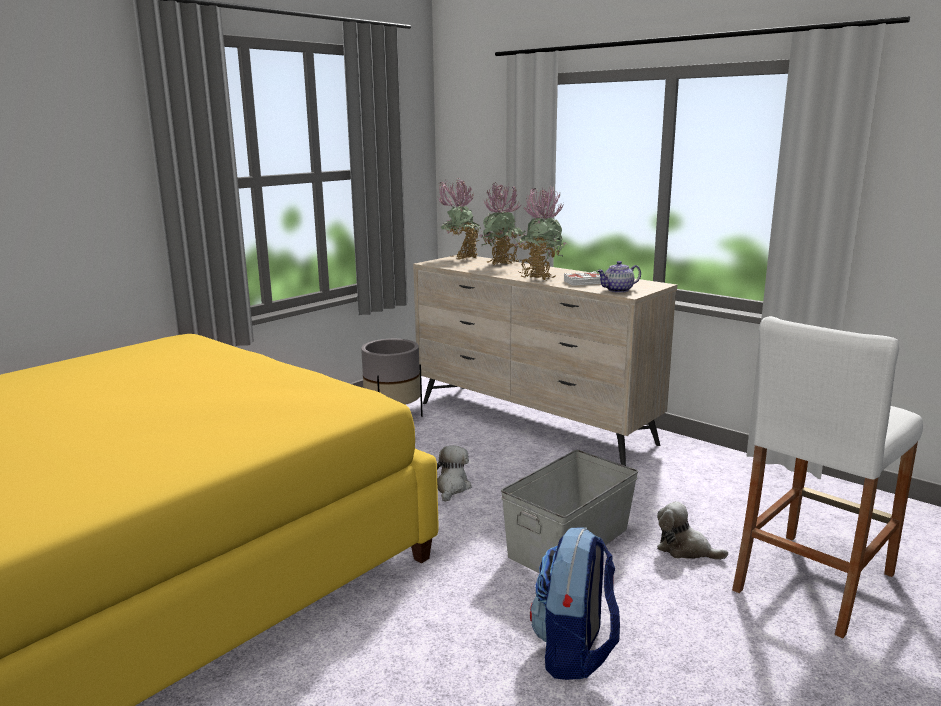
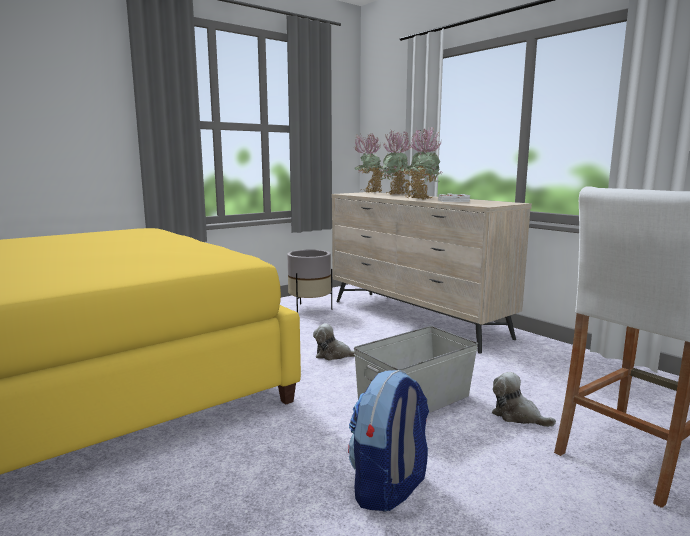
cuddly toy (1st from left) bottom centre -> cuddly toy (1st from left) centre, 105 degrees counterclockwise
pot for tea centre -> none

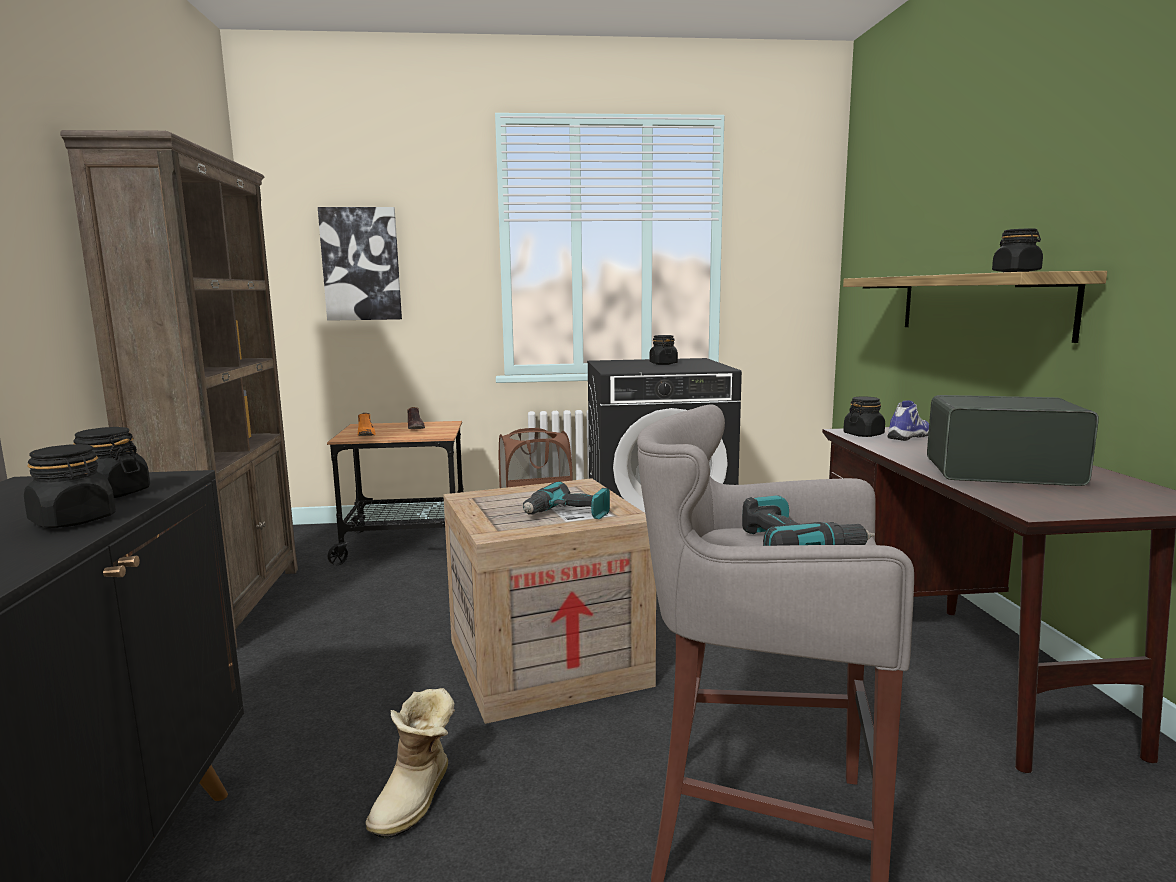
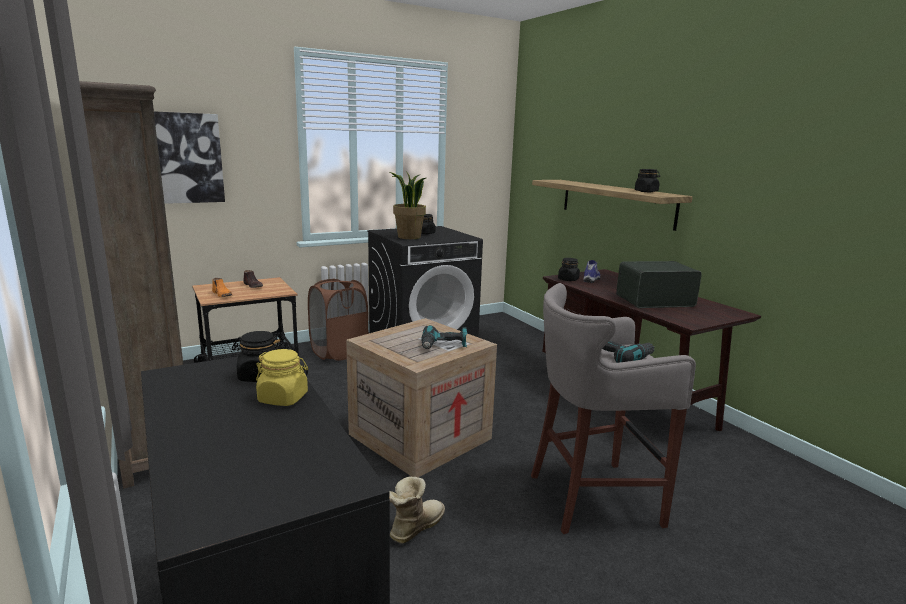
storage jar in black-coloured (1st from left) middle left -> storage jar in yellow-coloured middle left
high-top boot bottom centre, 135 degrees counterclockwise
none -> potted plant centre

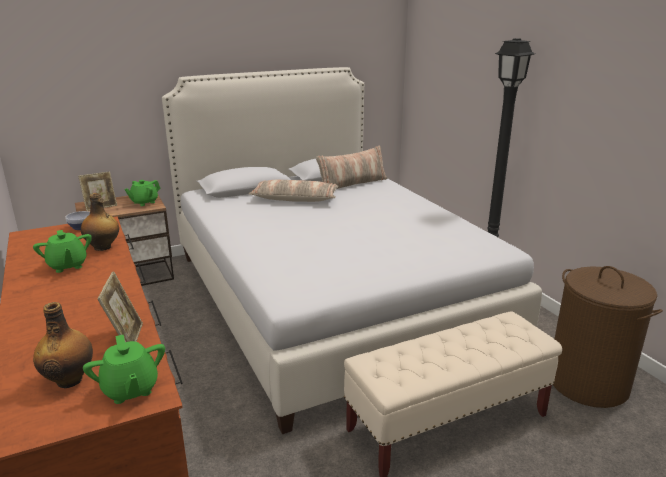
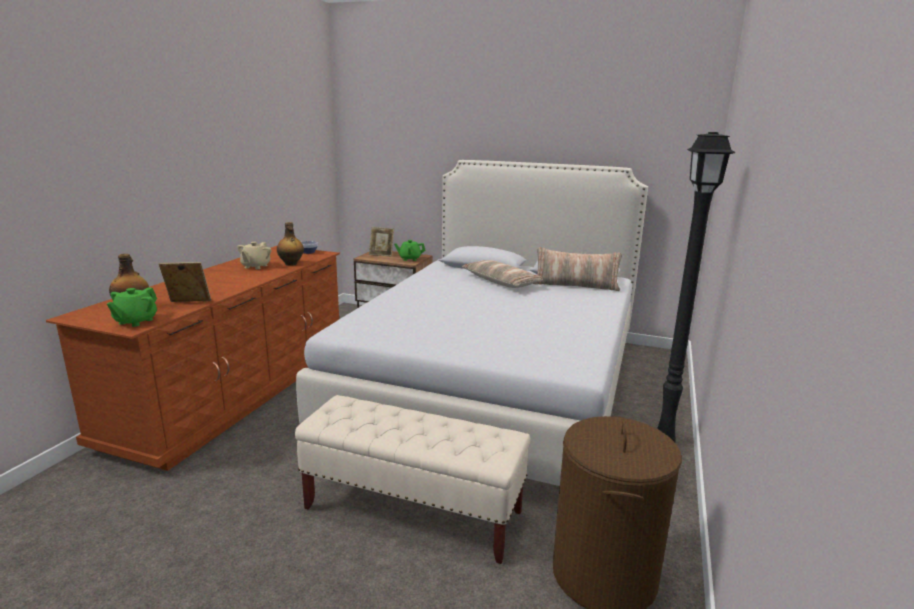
pot for tea in greenish (1st from left) middle left -> pot for tea in beige middle left
picture frame (2nd from left in the first image) middle left -> picture frame (1st from left) middle left, 135 degrees counterclockwise

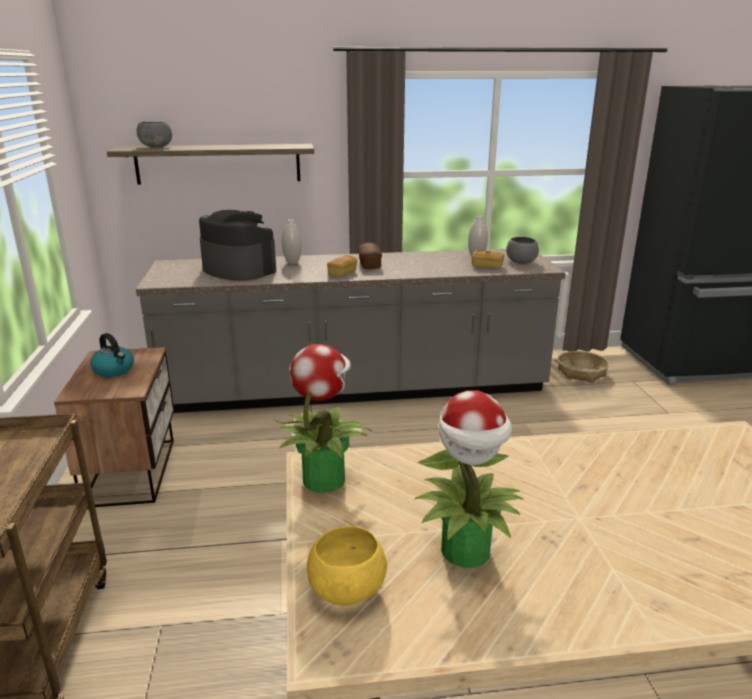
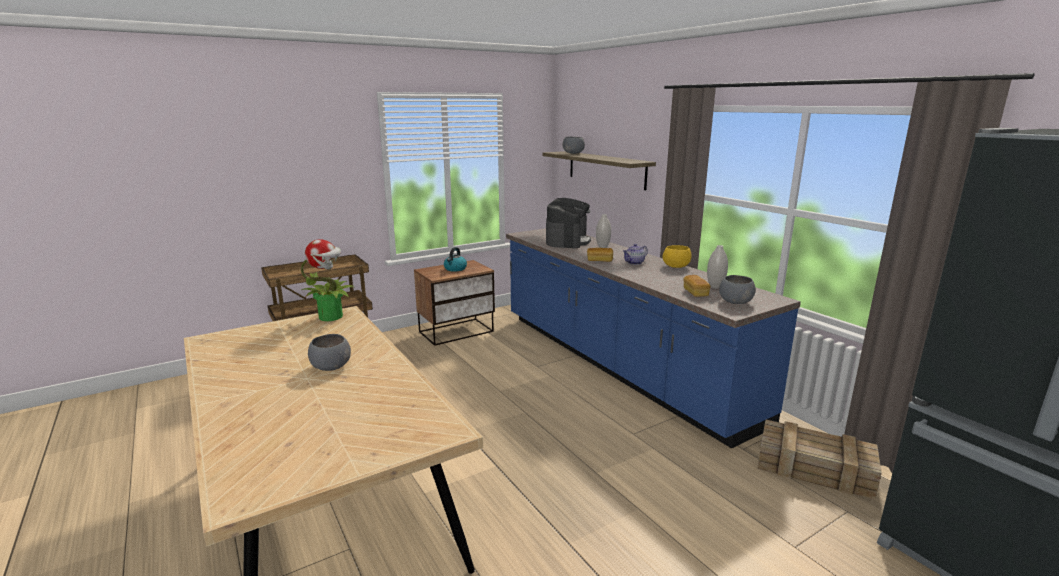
counter in gray centre -> counter in blue-coloured centre
bowl in yellow-coloured bottom centre -> bowl in yellow-coloured centre, moved
bakery bread (2nd from left) centre -> pot for tea centre
potted plant (2nd from left) bottom centre -> none
household basket middle right -> crate bottom right
none -> bowl in gray (1st from left) middle left

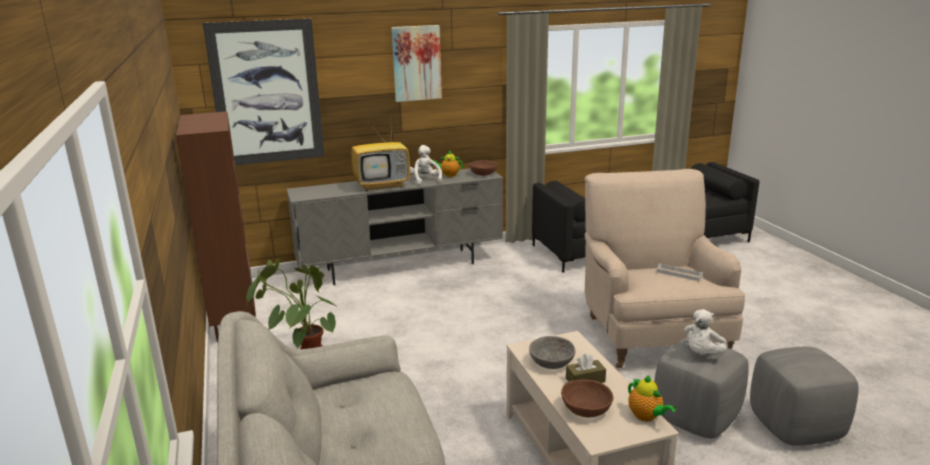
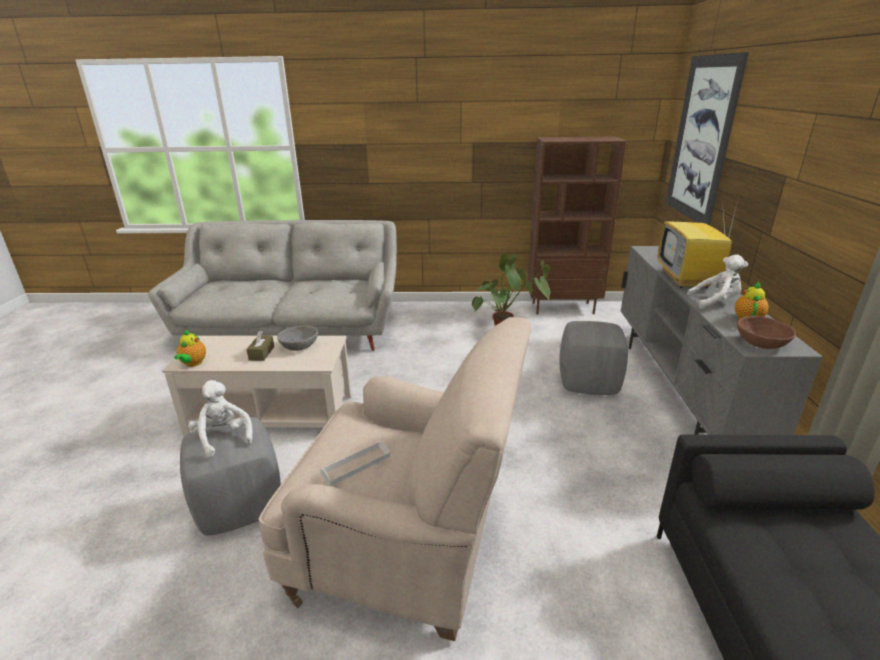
picture (2nd from left) top centre -> none
bowl in brown (2nd from left) bottom centre -> none
pot for tea (2nd from left in the first image) bottom right -> pot for tea (1st from left) middle left, 75 degrees counterclockwise
pouffe in gray (2nd from left) bottom right -> pouffe in gray (2nd from left) middle right, moved

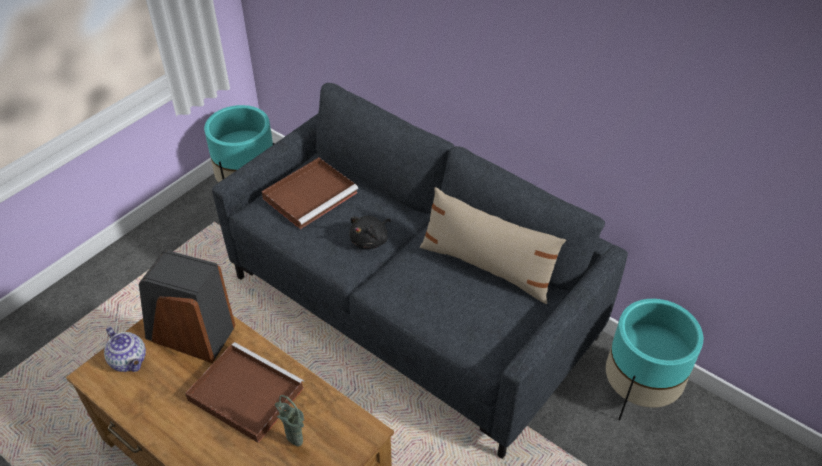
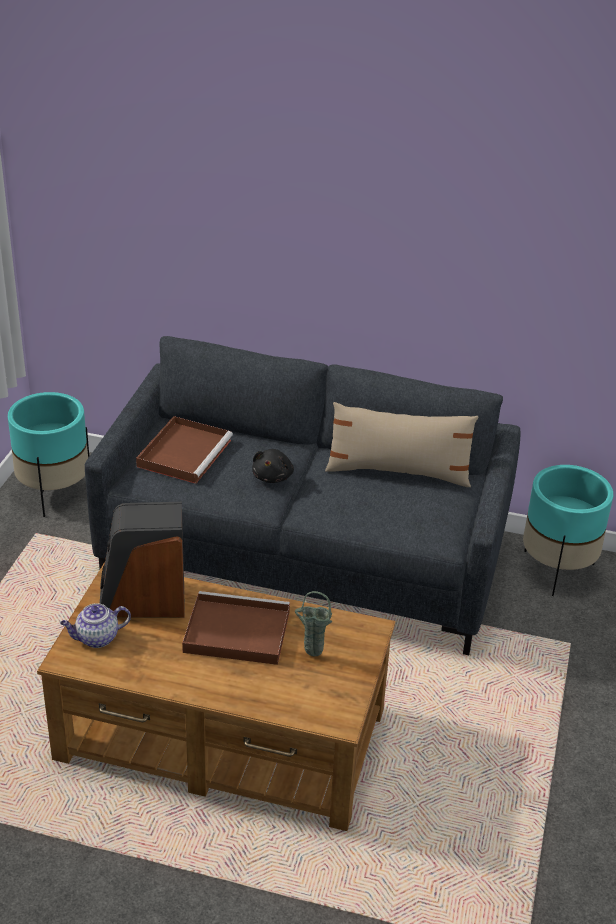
pot for tea bottom left, 135 degrees clockwise

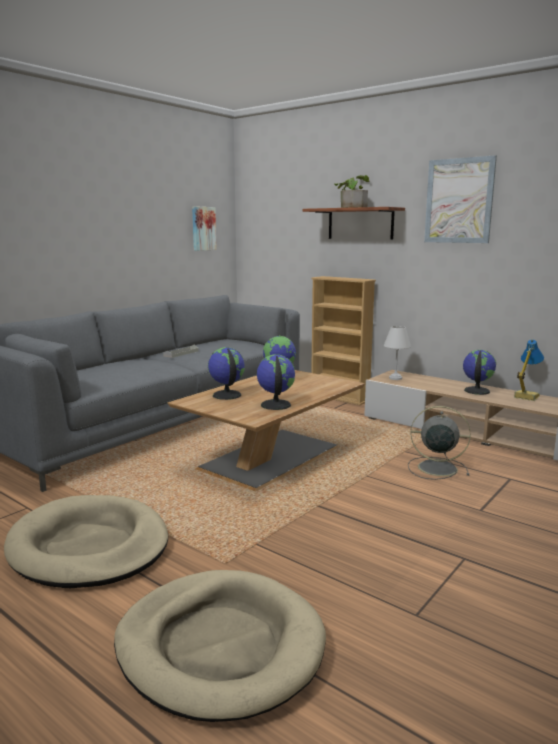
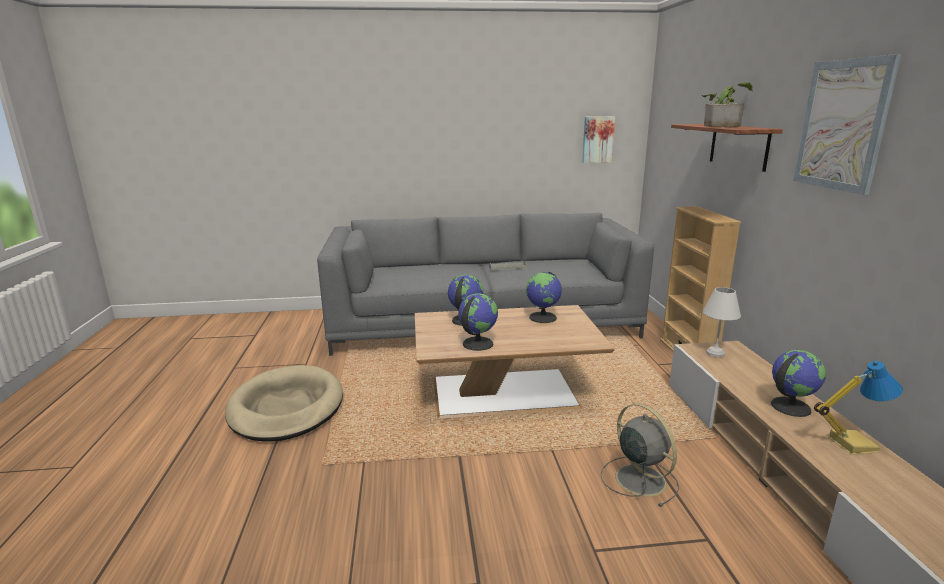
dog bed in beige (2nd from left) bottom centre -> none

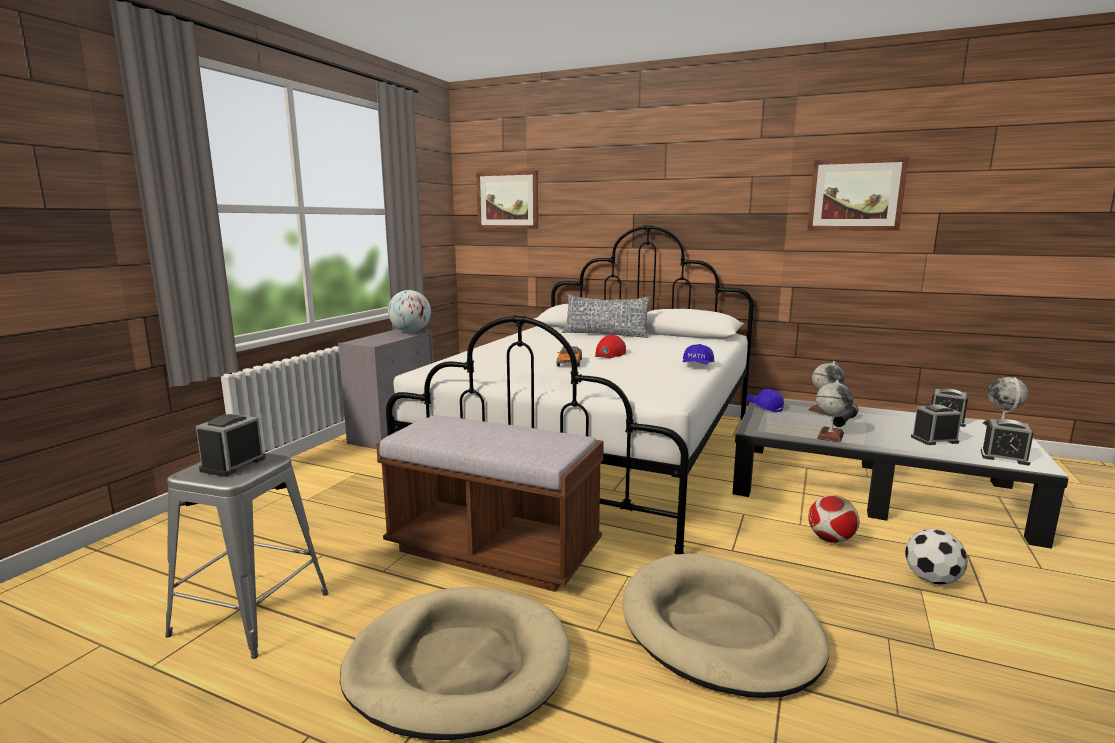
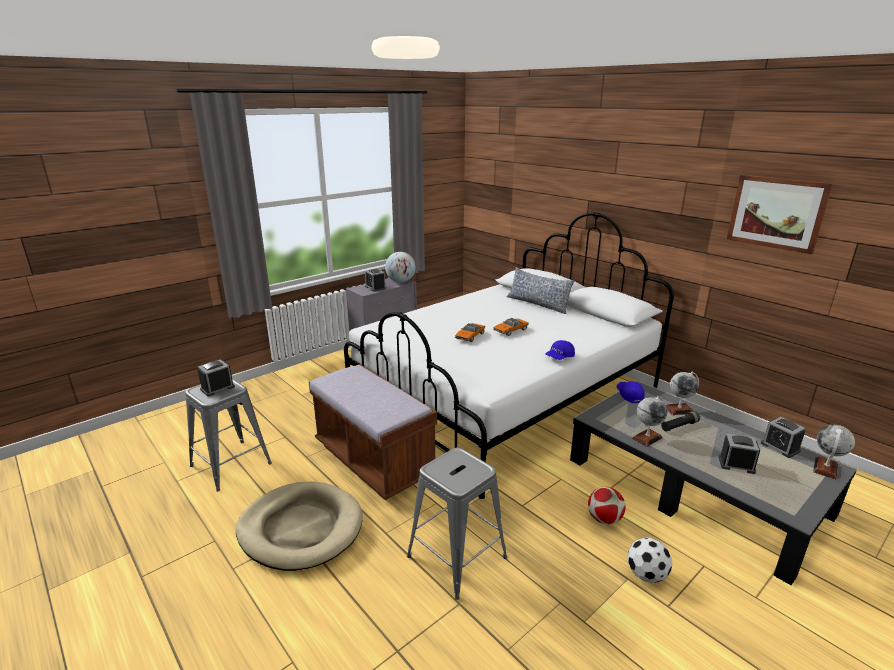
picture (1st from left) top centre -> none
peaked cap in red centre -> miniature car (2nd from left) centre
dog bed in beige (2nd from left) bottom centre -> stool in gray (2nd from left) bottom centre
alarm clock (4th from left in the first image) middle right -> alarm clock (2nd from left) centre, moved

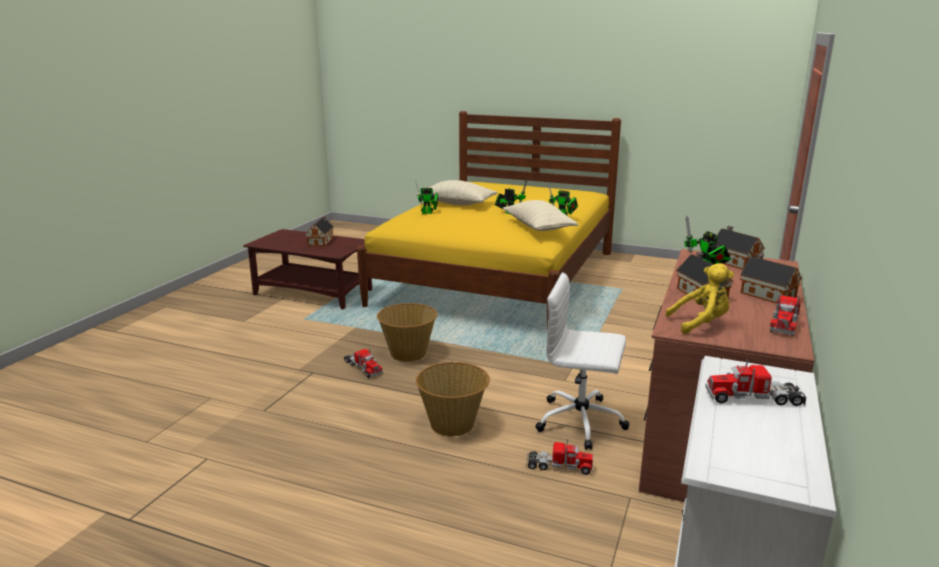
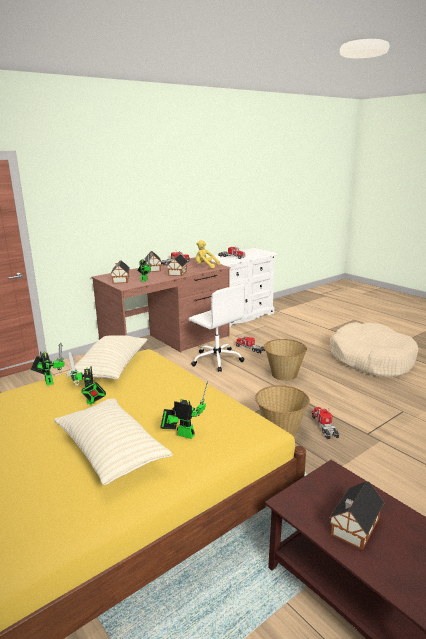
none -> dog bed in beige middle right

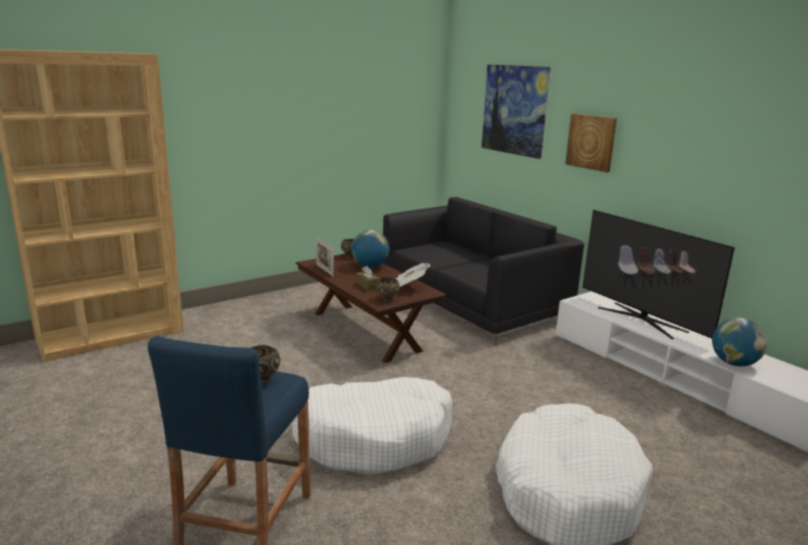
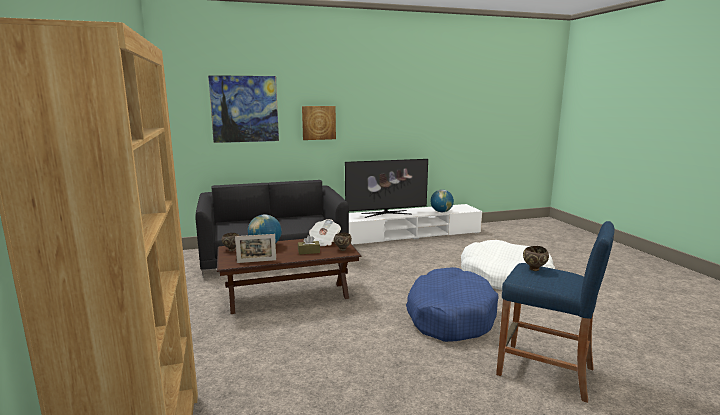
dog bed in whitish (1st from left) bottom centre -> dog bed in blue-coloured bottom centre

